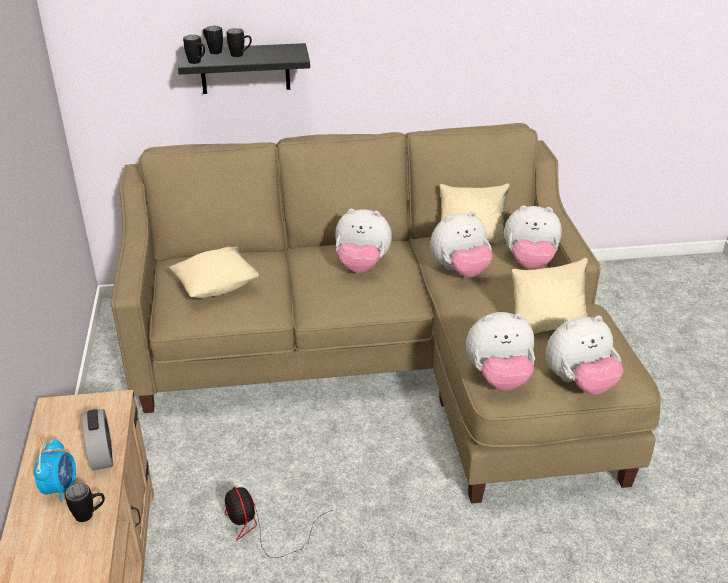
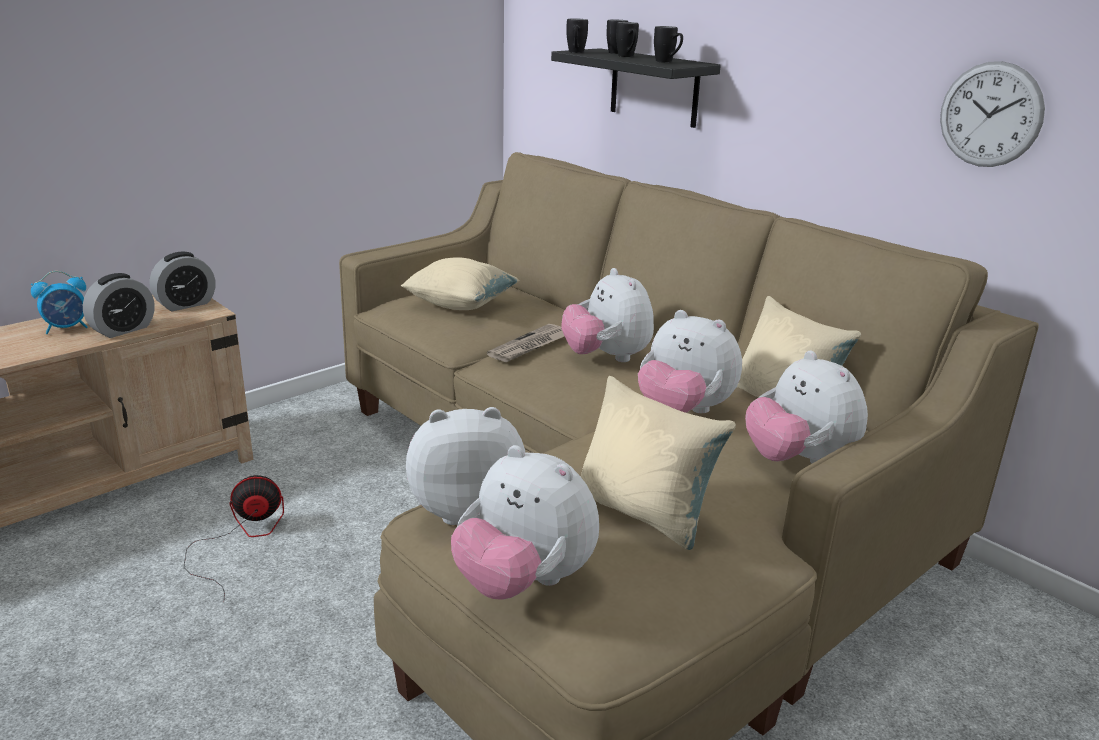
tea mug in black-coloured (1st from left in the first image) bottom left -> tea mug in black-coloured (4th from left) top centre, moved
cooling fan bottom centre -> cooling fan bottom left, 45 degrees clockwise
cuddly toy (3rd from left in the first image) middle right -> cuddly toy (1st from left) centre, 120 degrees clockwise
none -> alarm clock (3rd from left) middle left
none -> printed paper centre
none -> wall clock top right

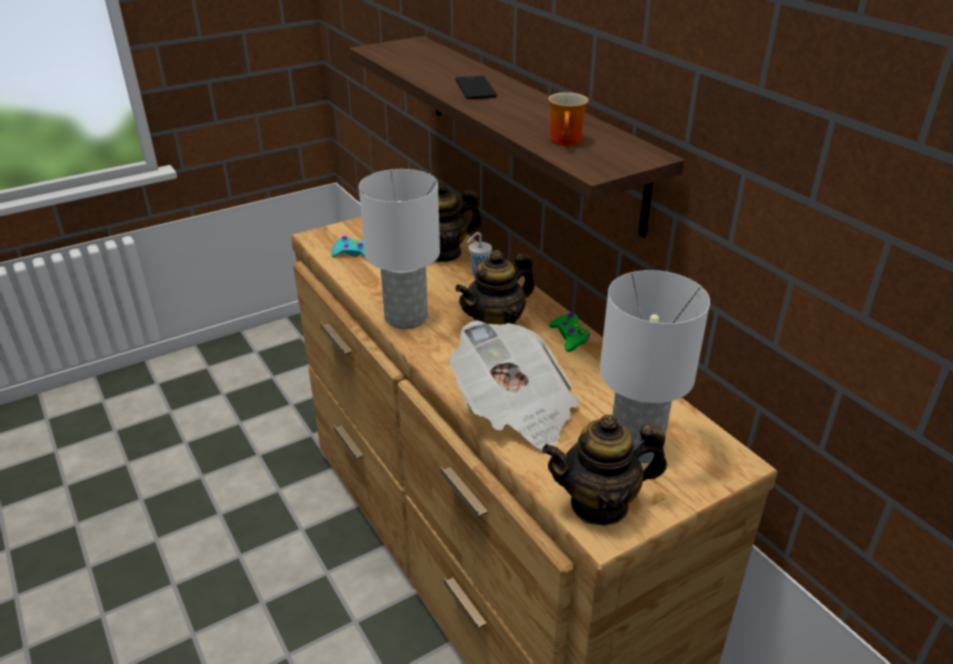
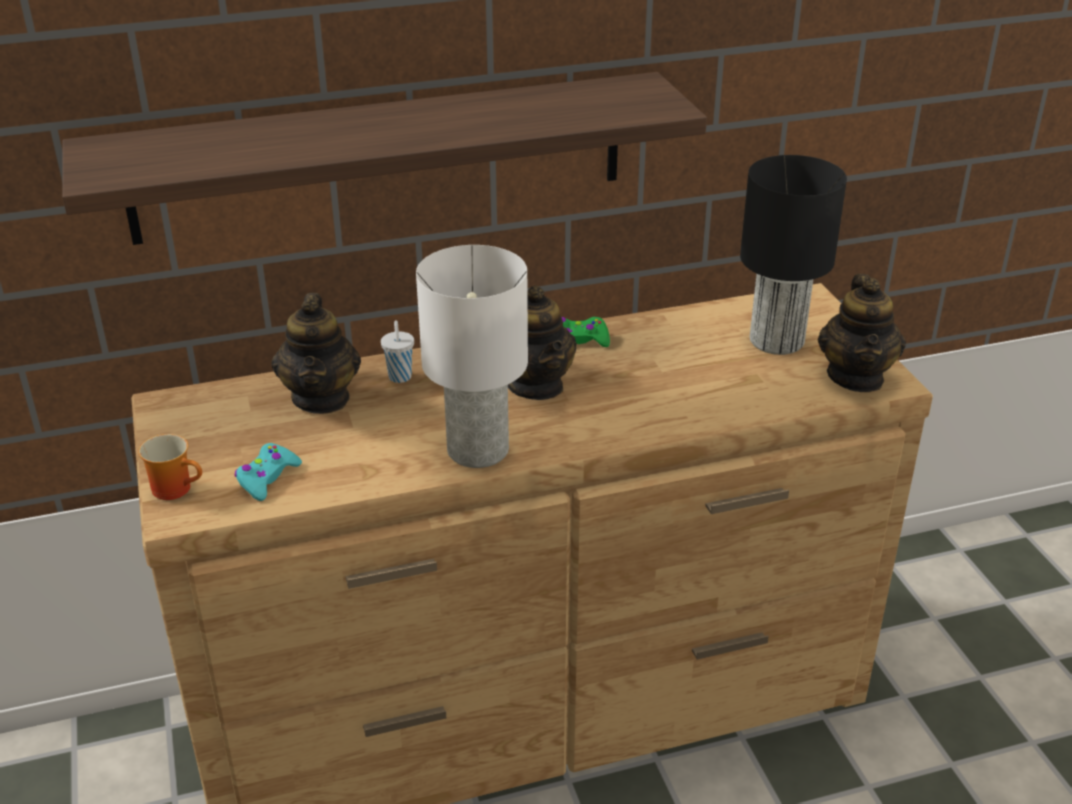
printed paper centre -> none
phone top centre -> none
tea mug top centre -> tea mug middle left, moved
tabletop lamp in whitish (2nd from left) middle right -> tabletop lamp in black-coloured top right

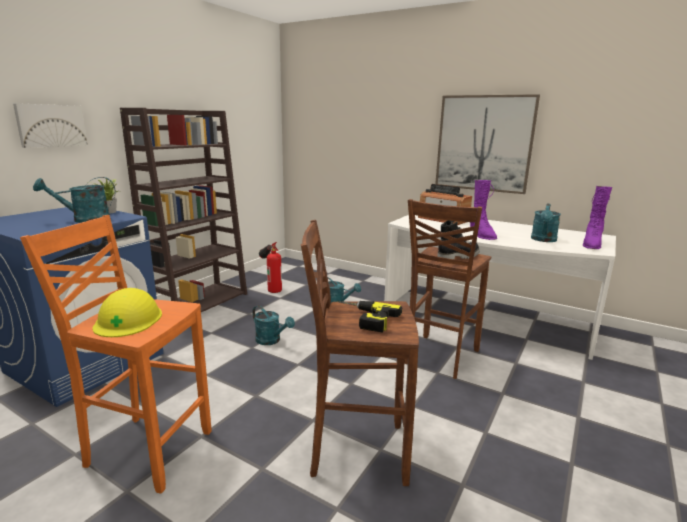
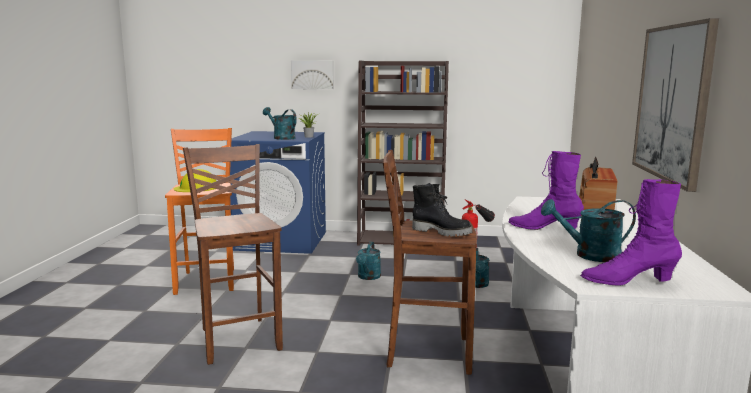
drill centre -> none
high-top boot in purple-coloured (1st from left) middle right, 60 degrees clockwise

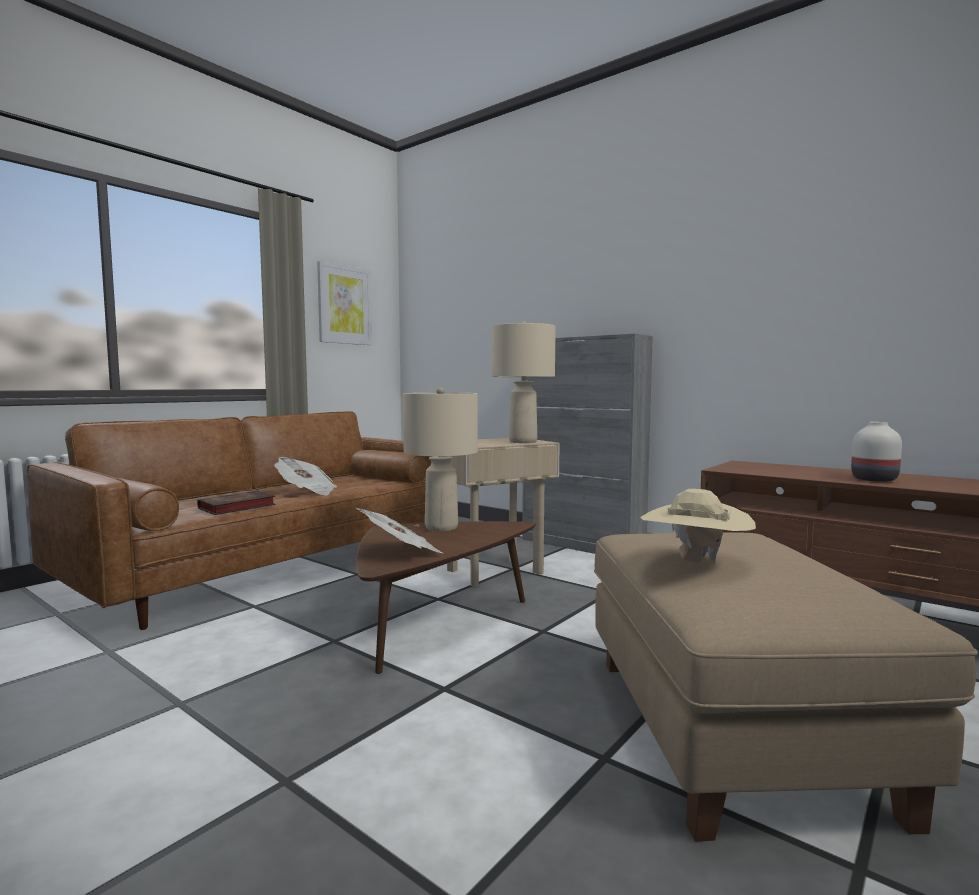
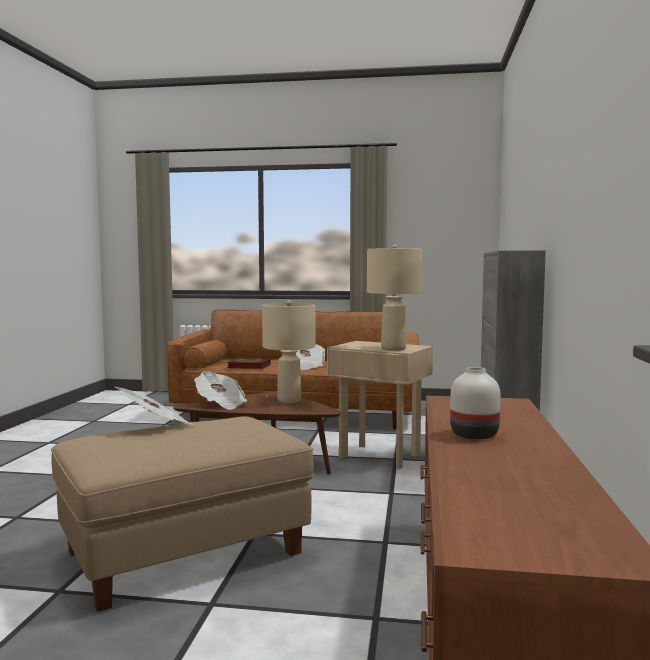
picture centre -> none
wearable hat in beige middle right -> printed paper (1st from left) middle left

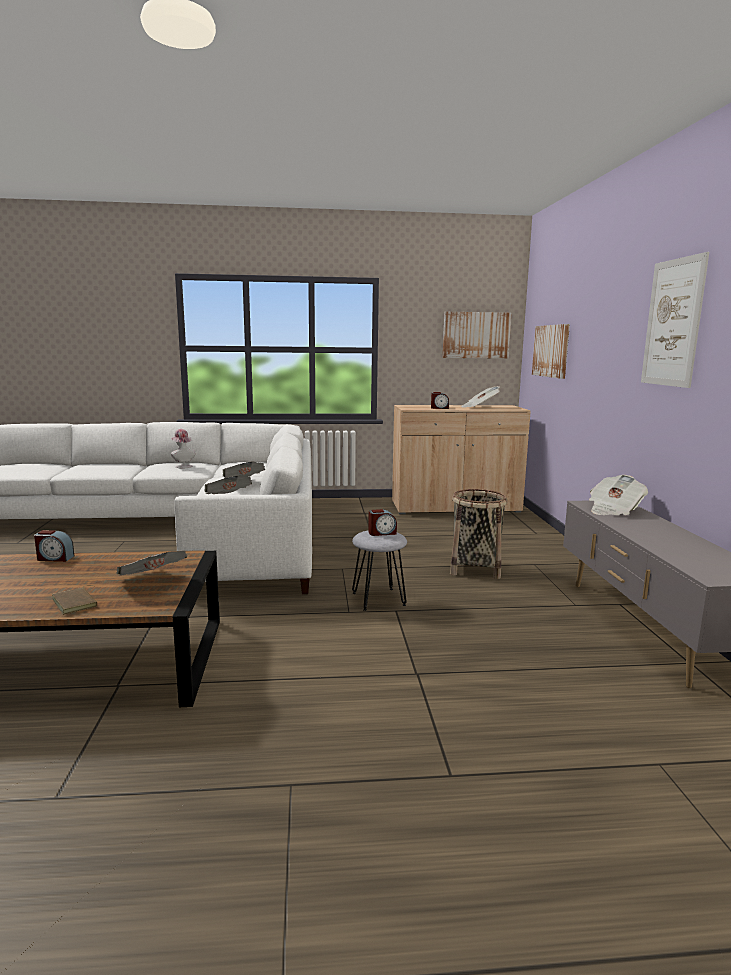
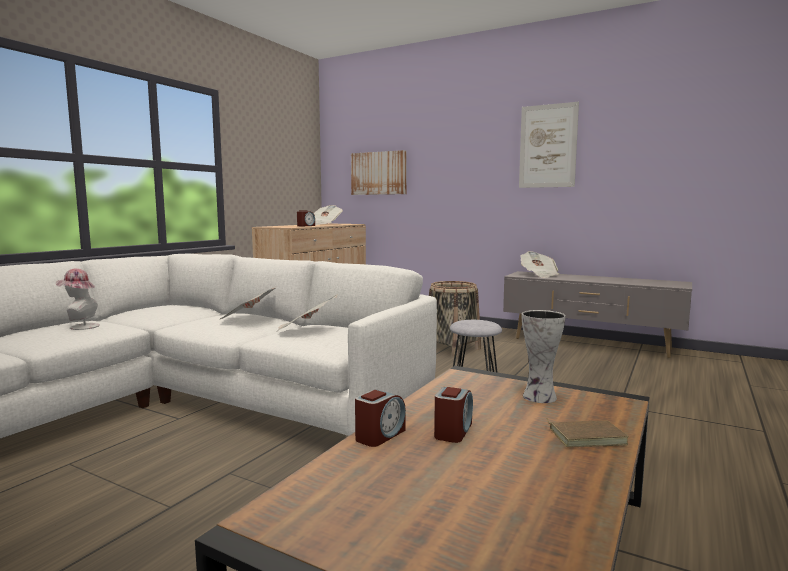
printed paper (1st from left) middle left -> vase middle right
alarm clock (2nd from left in the first image) centre -> alarm clock (3rd from left) bottom centre, moved
picture (1st from left) centre -> none

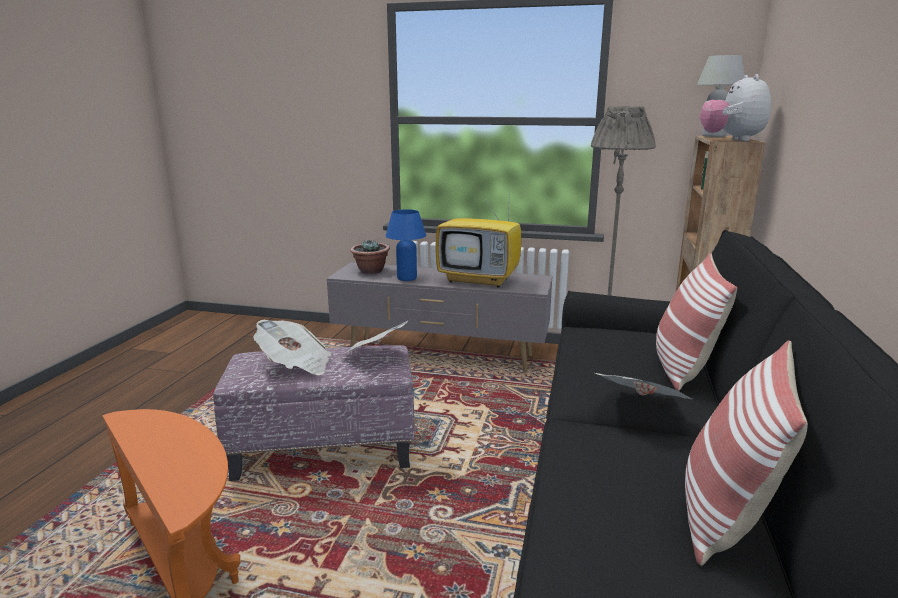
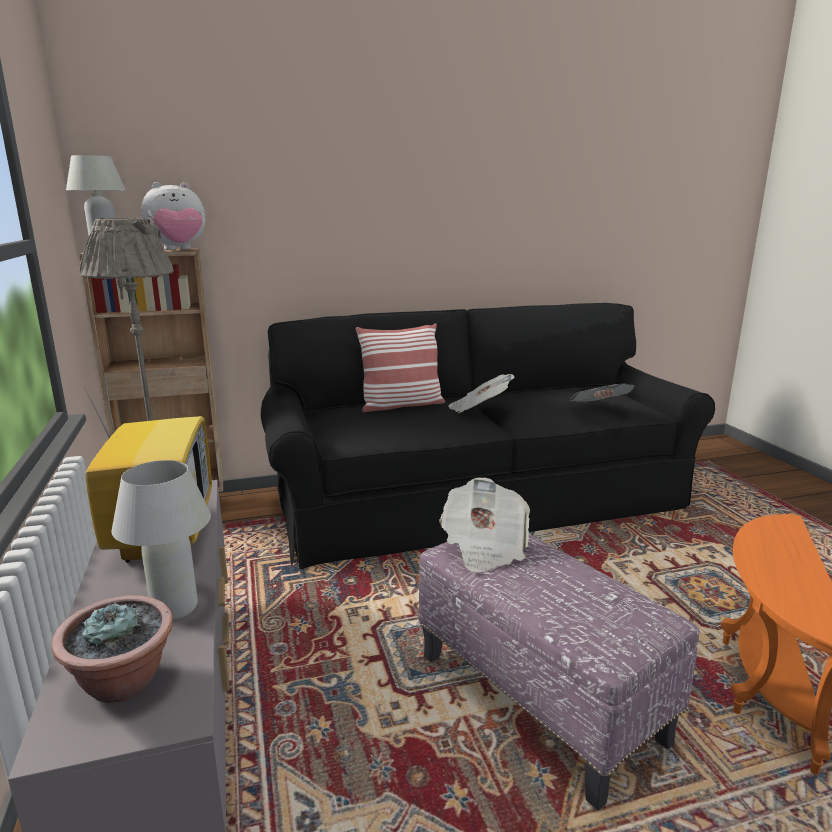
printed paper (1st from left in the first image) middle left -> printed paper (3rd from left) middle right, moved
tabletop lamp in blue-coloured centre -> tabletop lamp in whitish (2nd from left) middle left
cushion (2nd from left) bottom right -> none

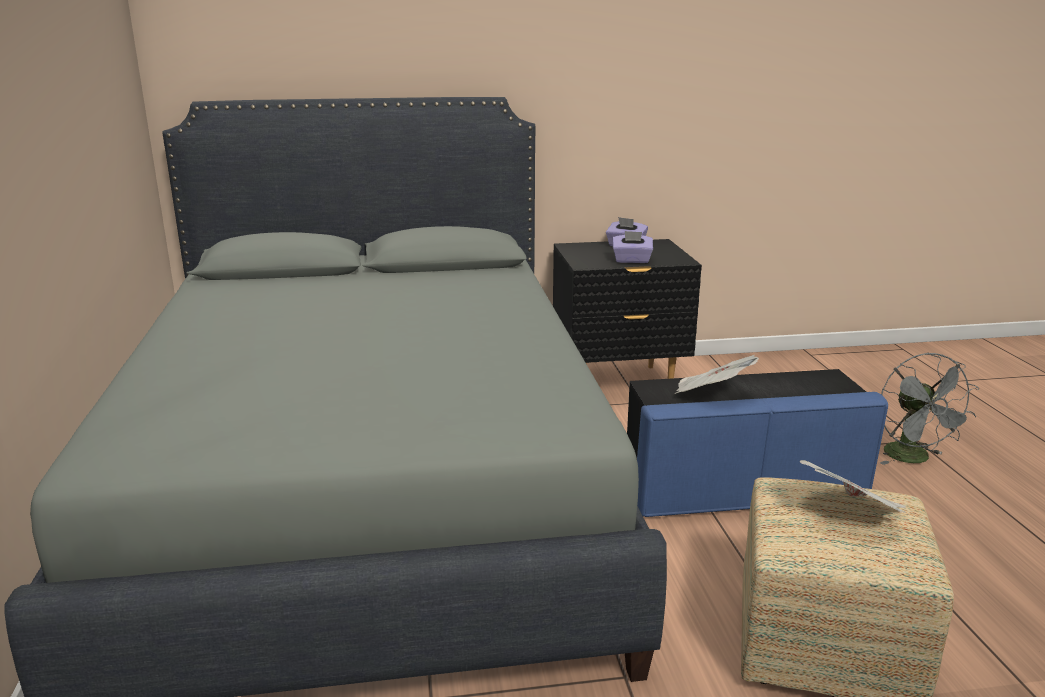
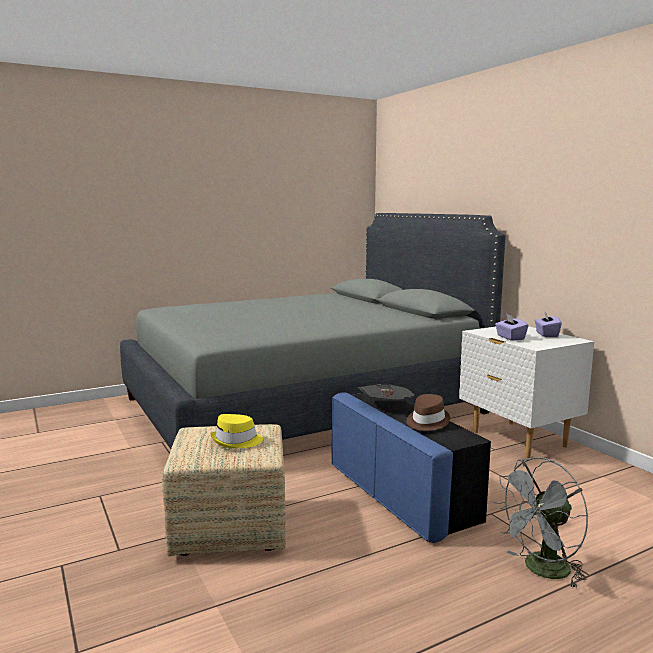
bedside table in black-coloured centre -> bedside table in whitish middle right
printed paper (2nd from left) bottom right -> wearable hat in yellow-coloured centre
none -> wearable hat in brown centre

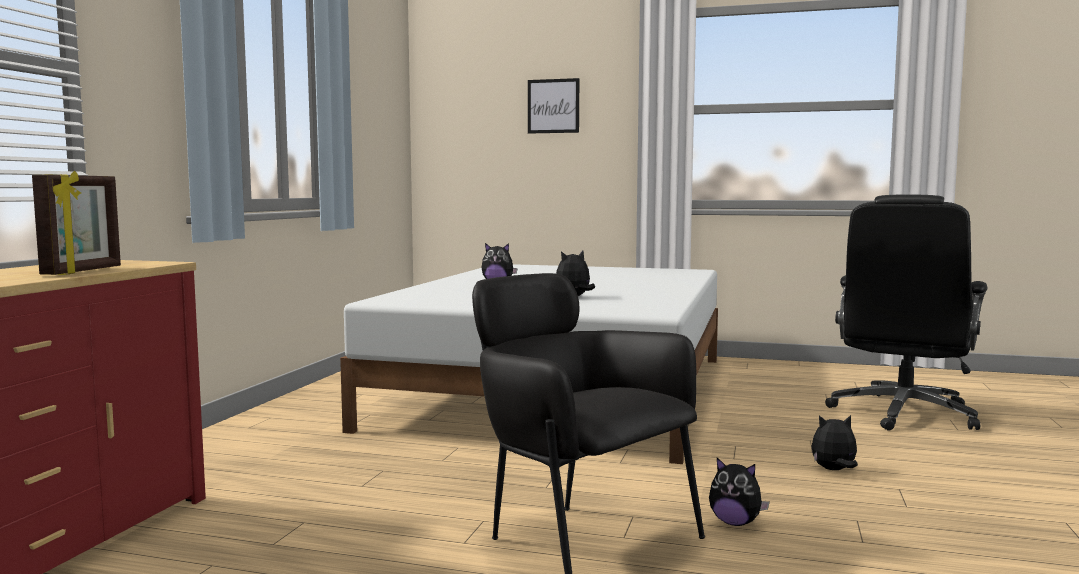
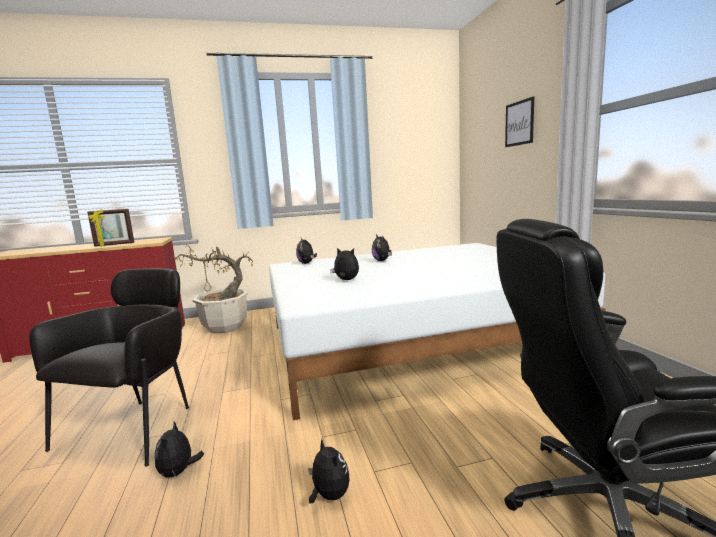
none -> potted plant middle left
none -> cuddly toy (2nd from left) centre

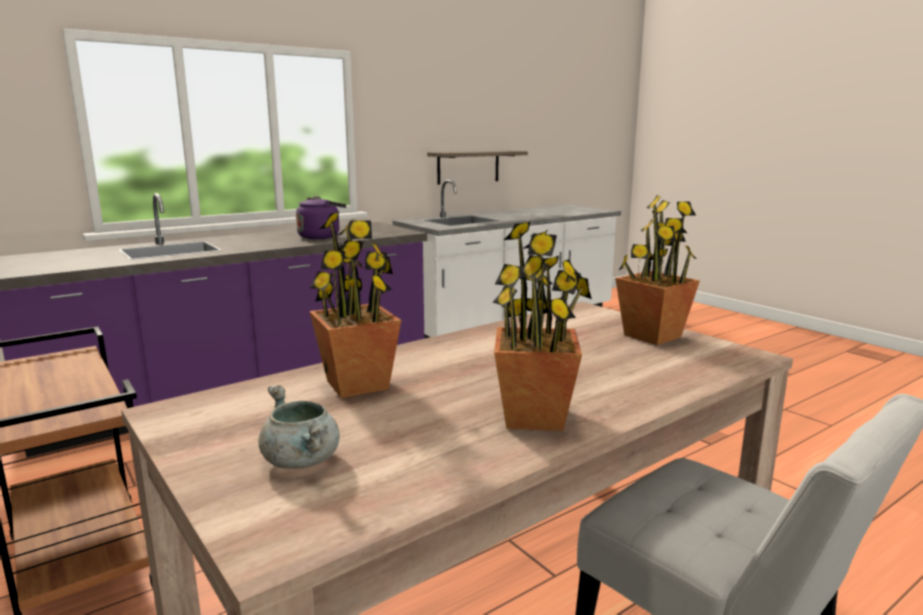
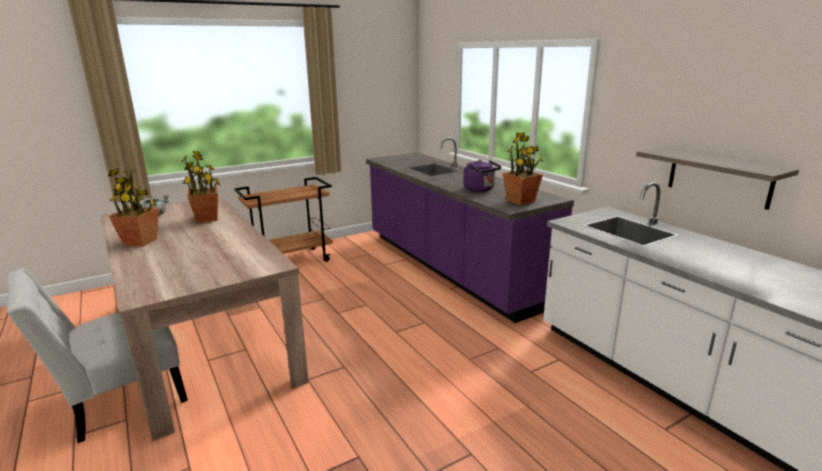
potted plant (3rd from left) middle right -> potted plant (3rd from left) centre, moved

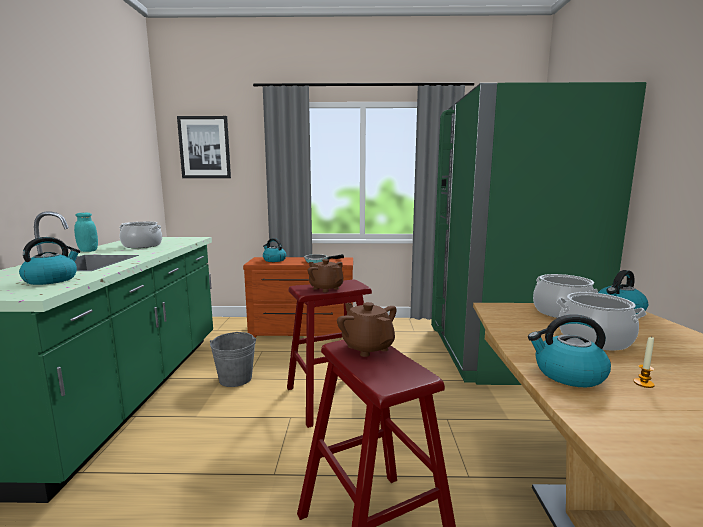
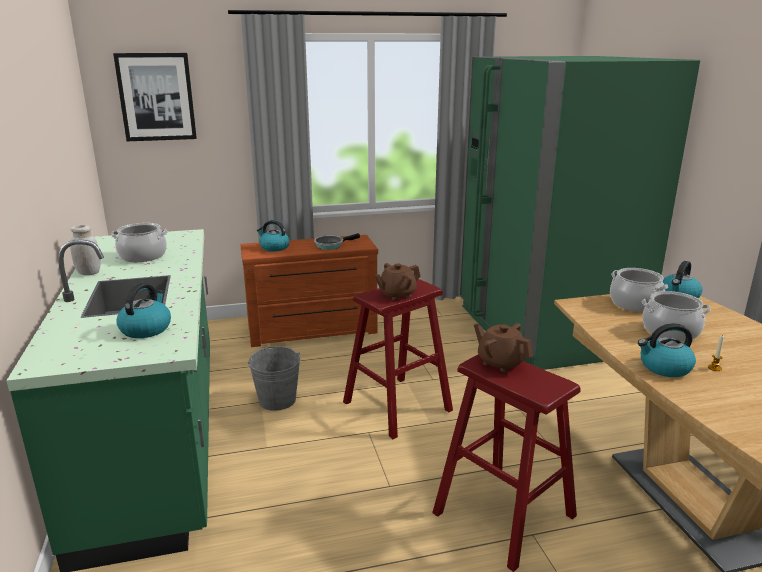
storage jar in turquoise middle left -> storage jar in whitish middle left
pot for tea in brown (1st from left) centre, 60 degrees counterclockwise

